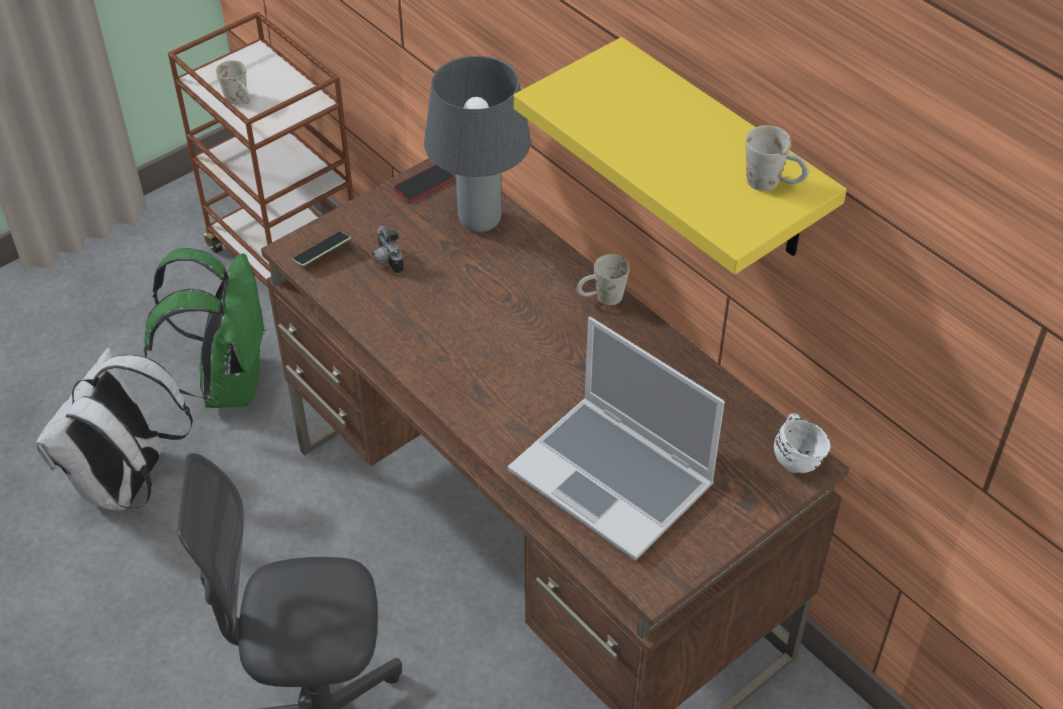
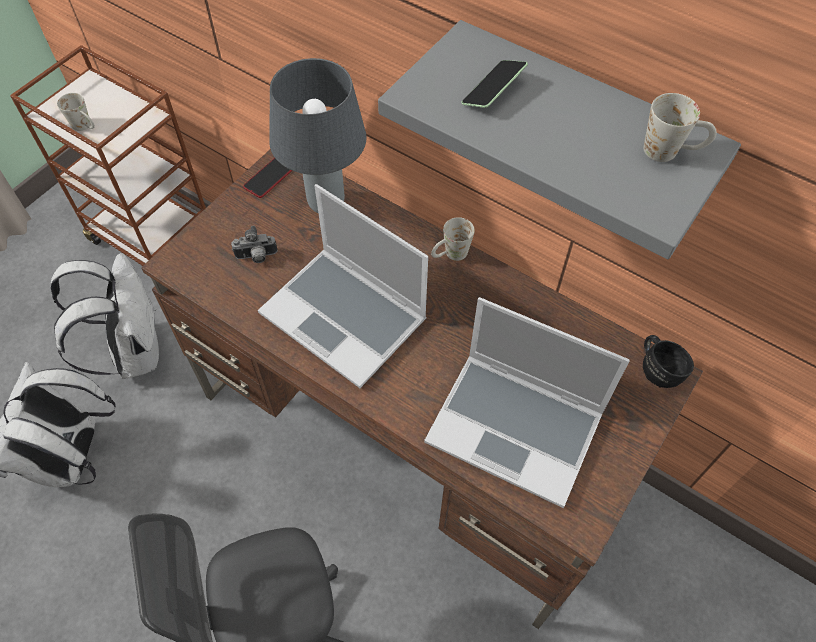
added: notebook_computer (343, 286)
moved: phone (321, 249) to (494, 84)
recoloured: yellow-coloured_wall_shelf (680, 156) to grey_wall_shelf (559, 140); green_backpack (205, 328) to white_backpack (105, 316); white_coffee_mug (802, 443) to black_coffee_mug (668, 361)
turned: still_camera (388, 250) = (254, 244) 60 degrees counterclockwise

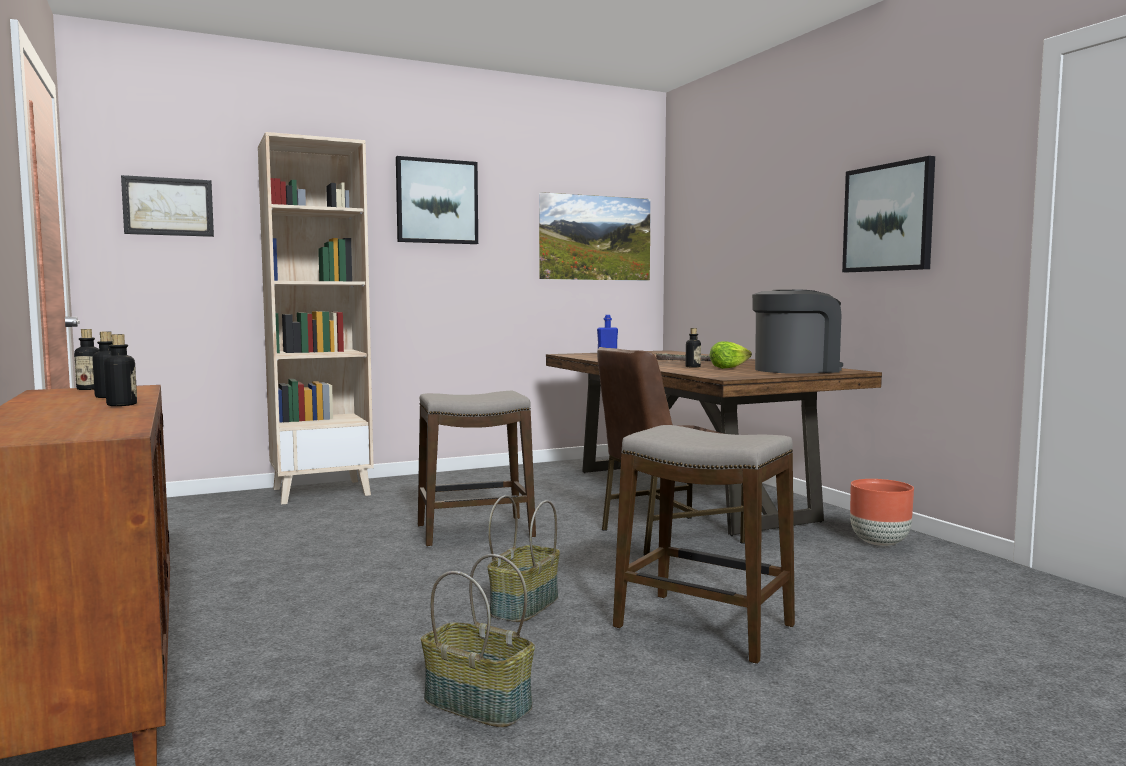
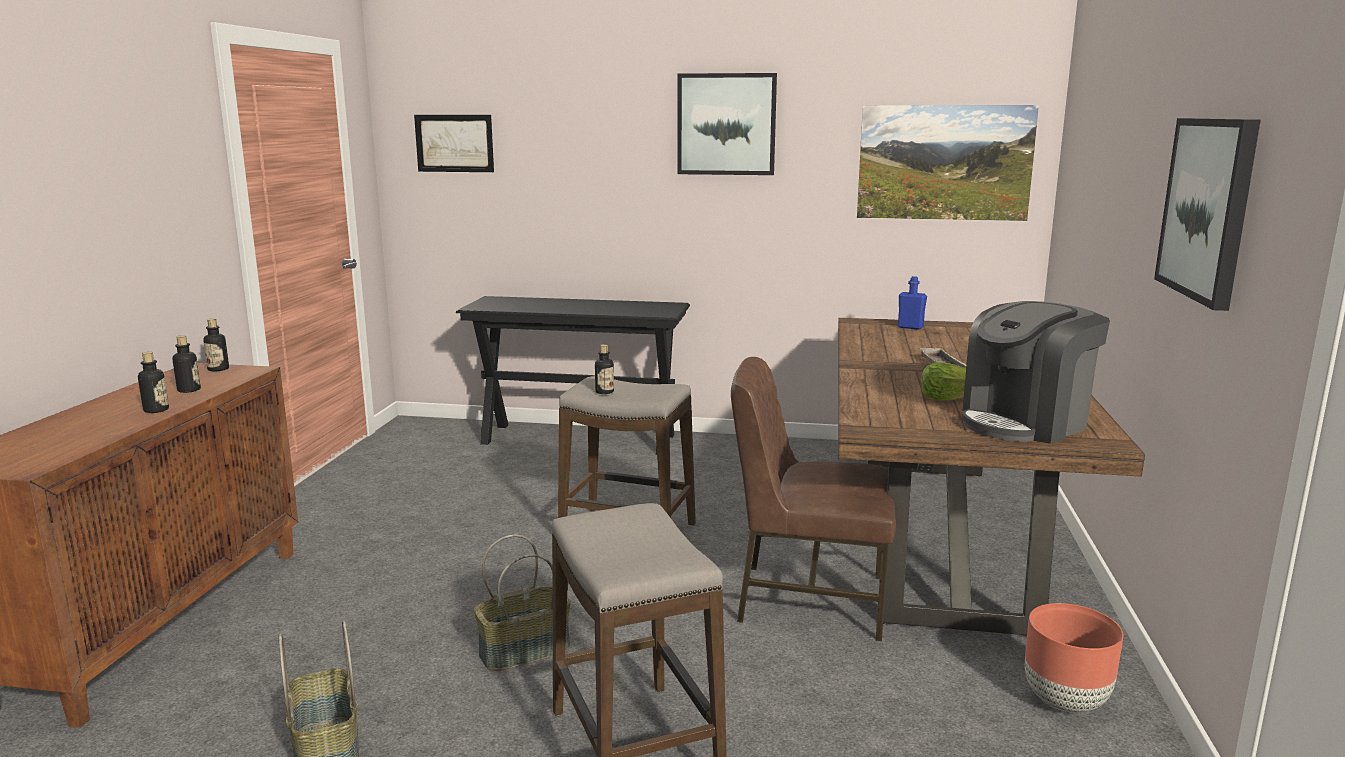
moved: beverage_bottle (693, 348) to (604, 369)
replaced: beige-coloured_bookshelf (316, 318) to black_hall_table (573, 375)
turned: coffee_brewer (797, 332) = (1036, 372) 135 degrees clockwise

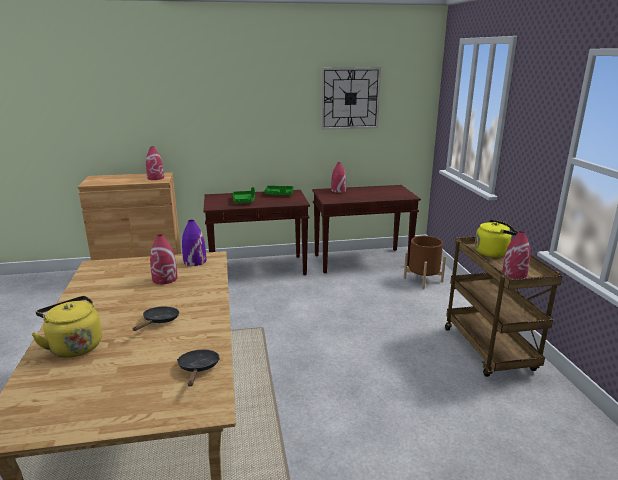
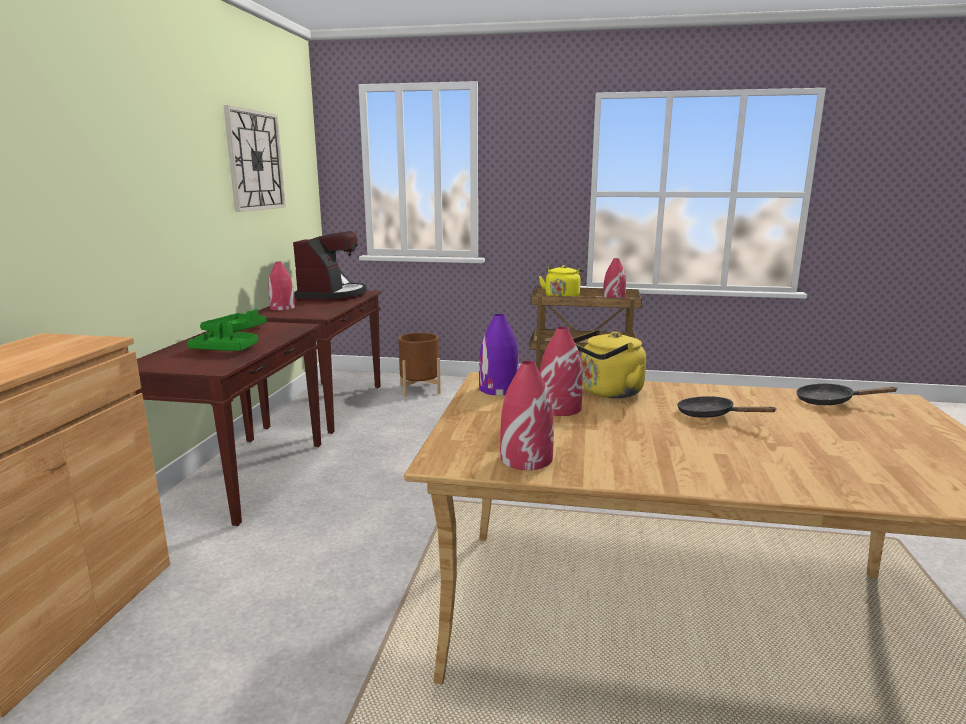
added: coffee_brewer (330, 266)
moved: red_flower_vase (155, 163) to (527, 415); yellow-coloured_water_kettle (66, 327) to (609, 364)

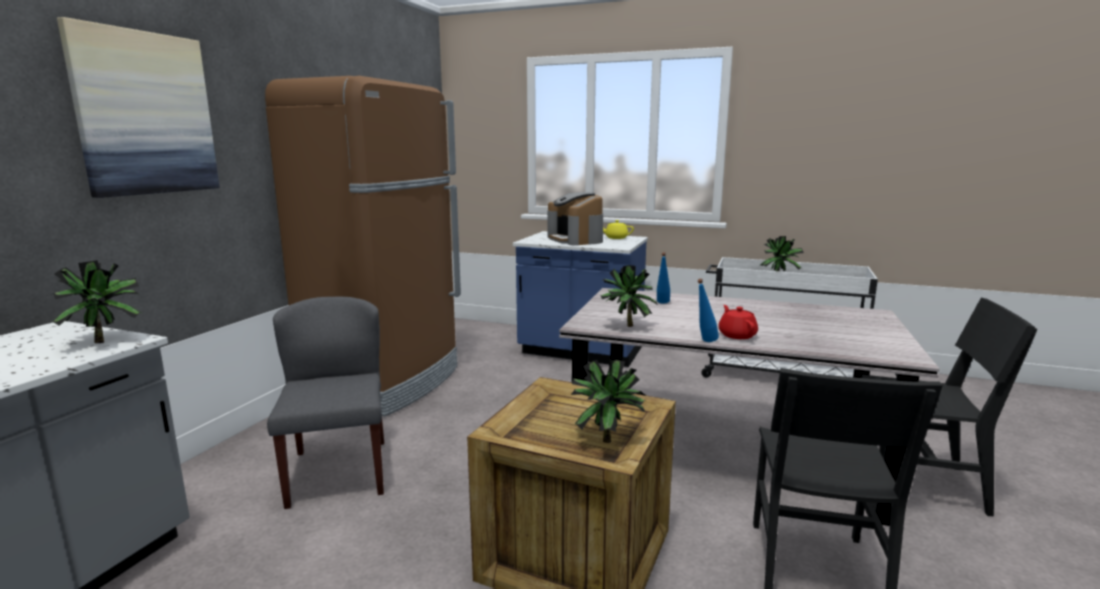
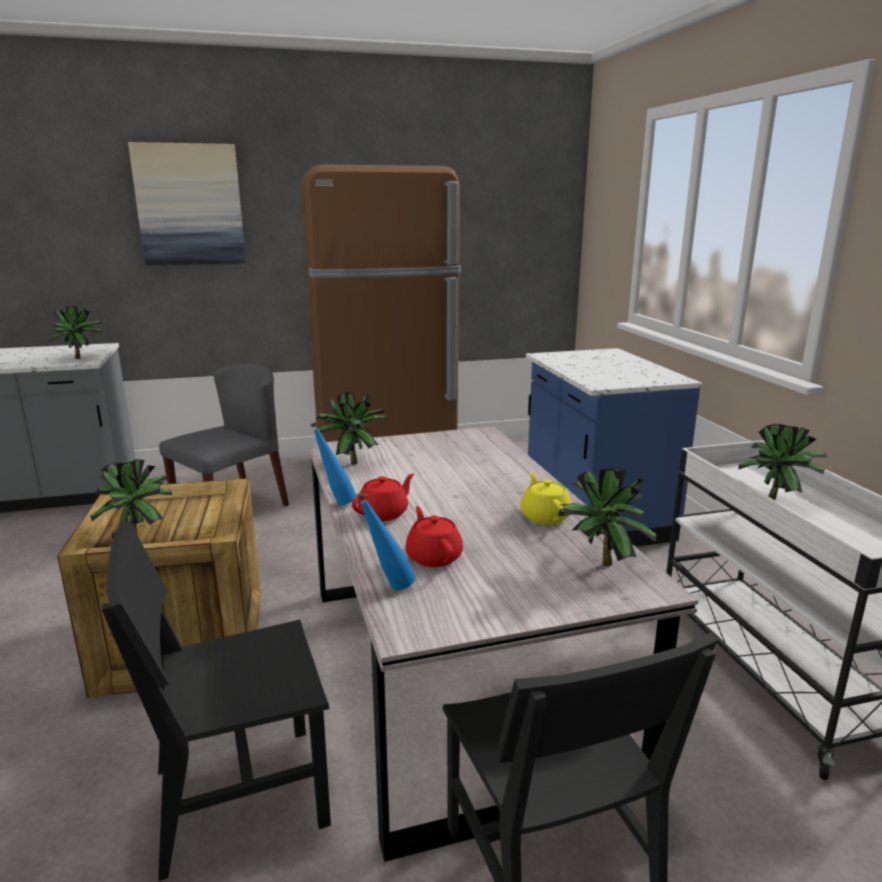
removed: coffee_brewer (575, 218)
added: plant_in_a_pot (607, 517); red_pot_for_tea (434, 536)
moved: yellow-coloured_pot_for_tea (618, 229) to (545, 498); blue_beverage_bottle (663, 278) to (386, 541)

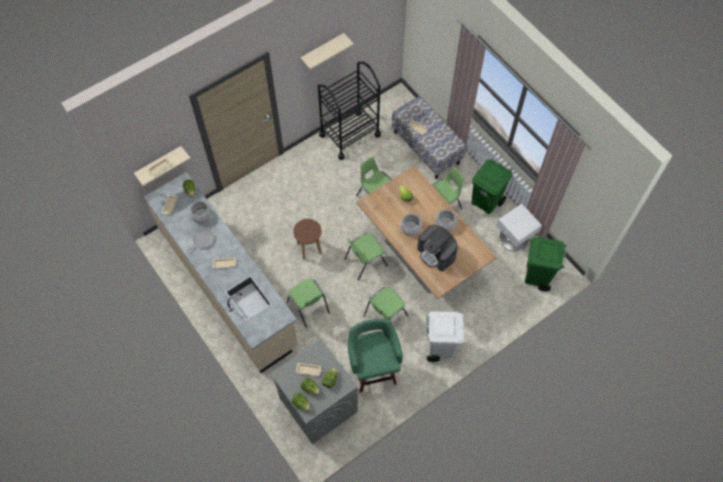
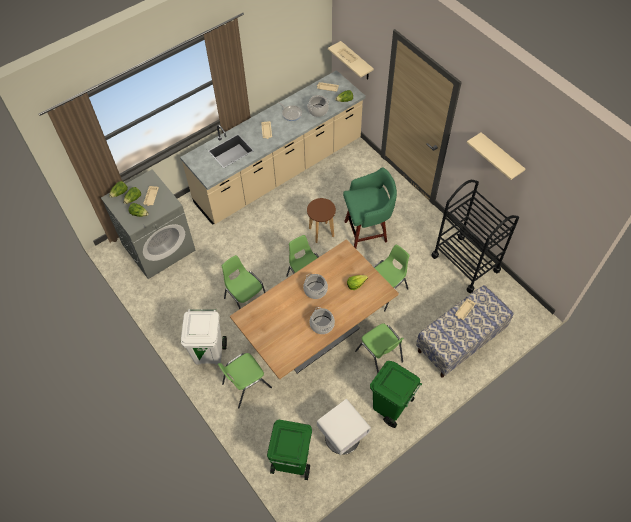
removed: coffee_brewer (437, 248)
moved: green_upright_chair (308, 303) to (245, 380); green_stool (375, 356) to (370, 207)

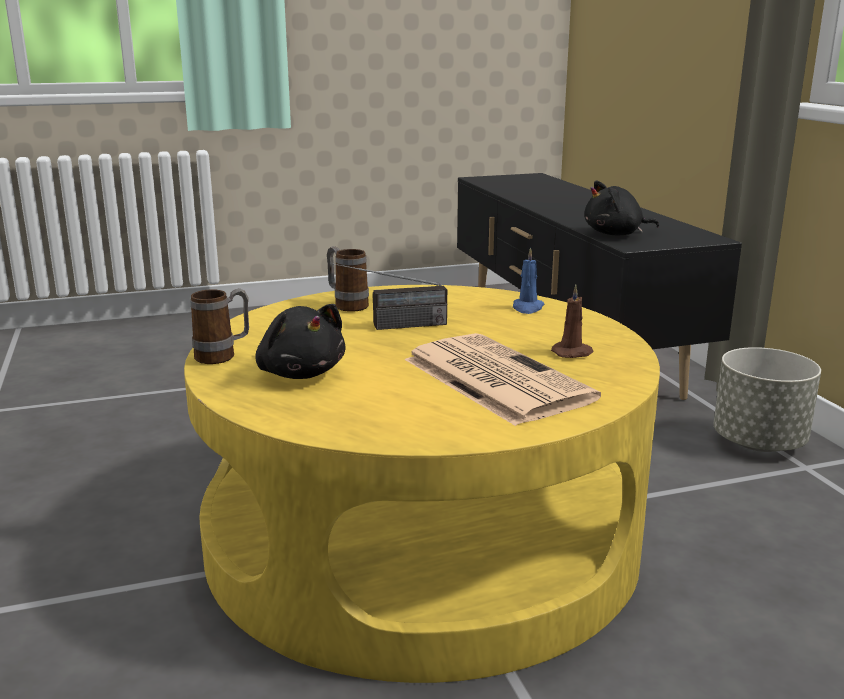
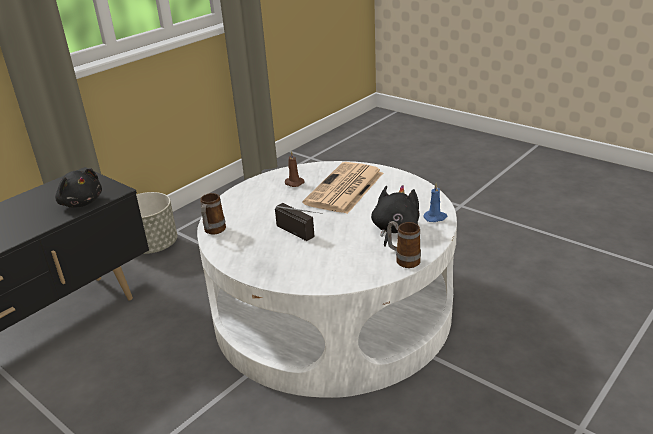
moved: coffee_mug (348, 279) to (213, 214); blue_wax_candle (528, 280) to (435, 202)
recoloured: yellow-coloured_low_table (422, 484) to white_low_table (327, 279)

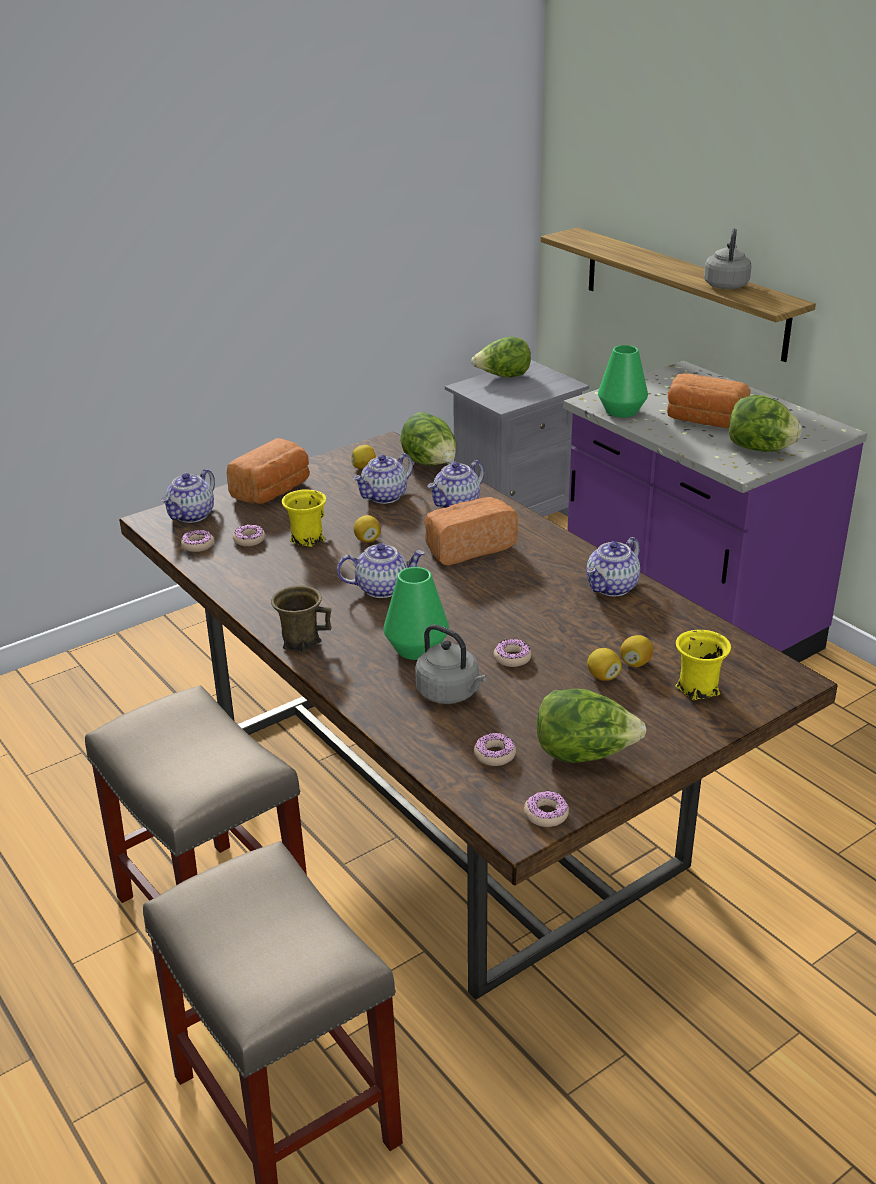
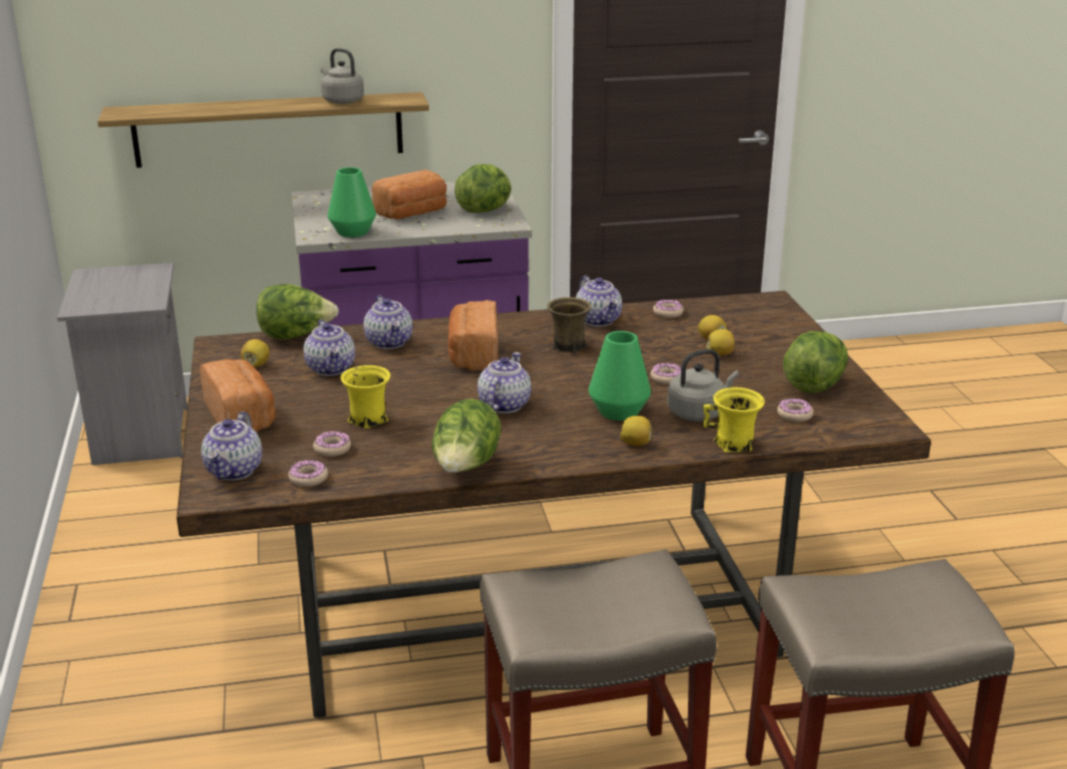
moved: lettuce_head (501, 357) to (466, 435); whole_lemon (367, 529) to (636, 431); brownish_coffee_mug (301, 618) to (569, 325); yellow-coloured_coffee_mug (703, 665) to (734, 420); doughnut (546, 809) to (668, 308)
turned: pot_for_tea (188, 496) = (231, 445) 45 degrees clockwise

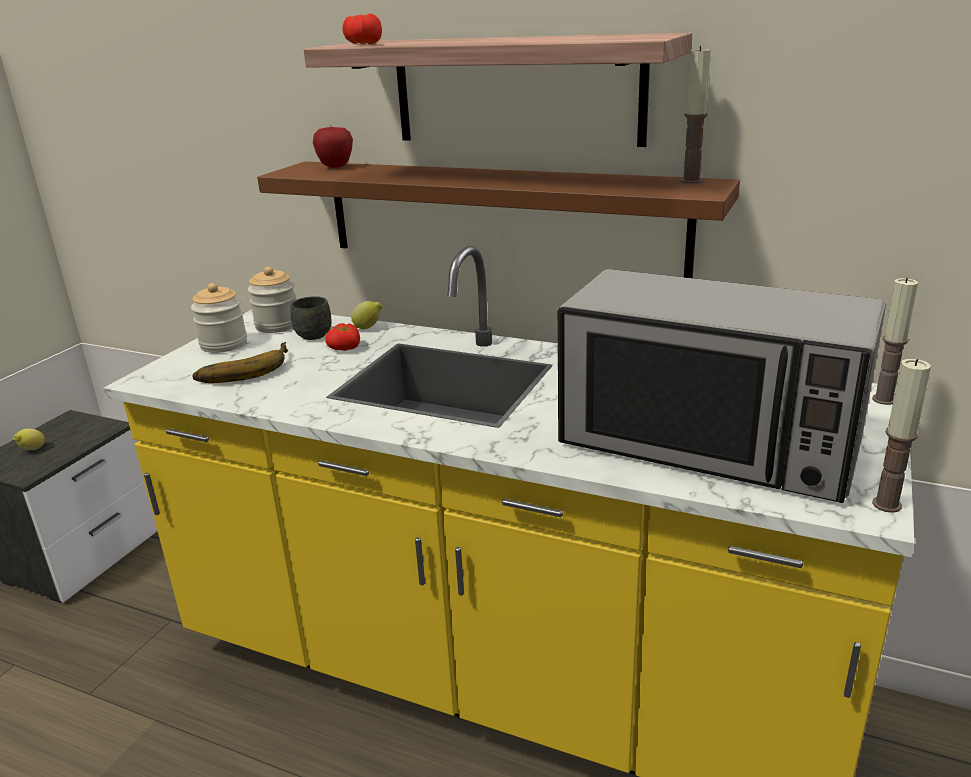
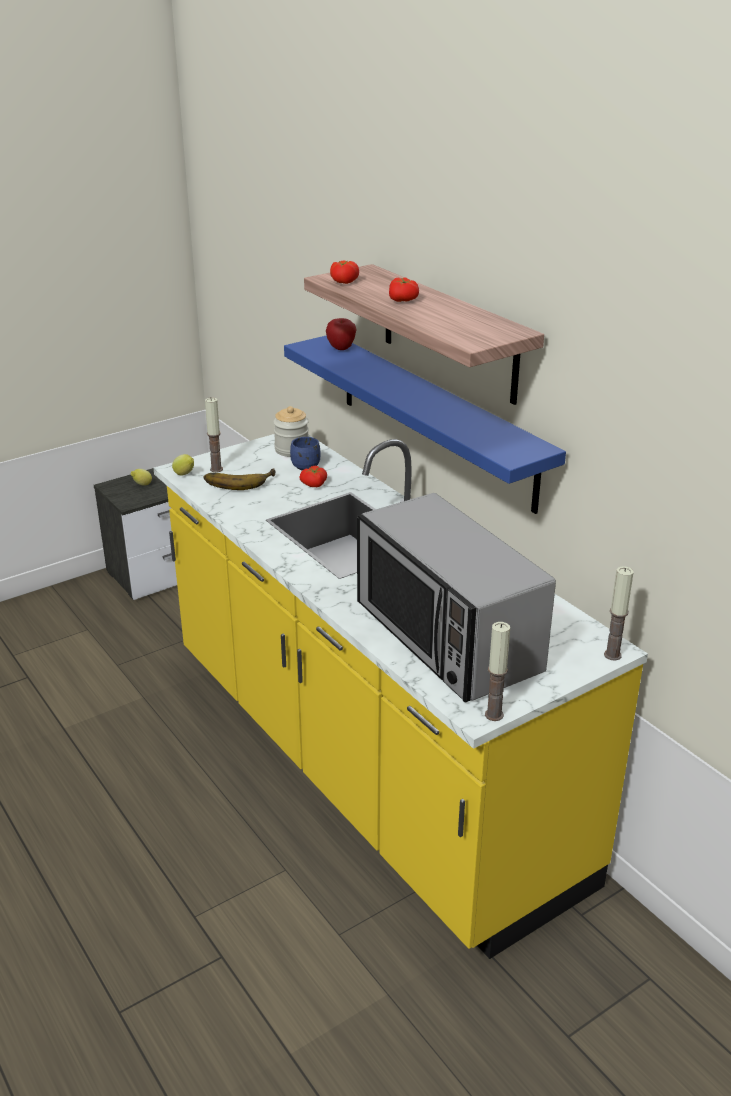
removed: storage_jar (219, 318)
added: tomato (404, 289)
moved: wax_candle (696, 114) to (214, 434); whole_lemon (366, 315) to (183, 465)
recoloured: brownish_wall_shelf (498, 220) to blue_wall_shelf (425, 424); grey_coffee_mug (311, 318) to blue_coffee_mug (305, 454)

